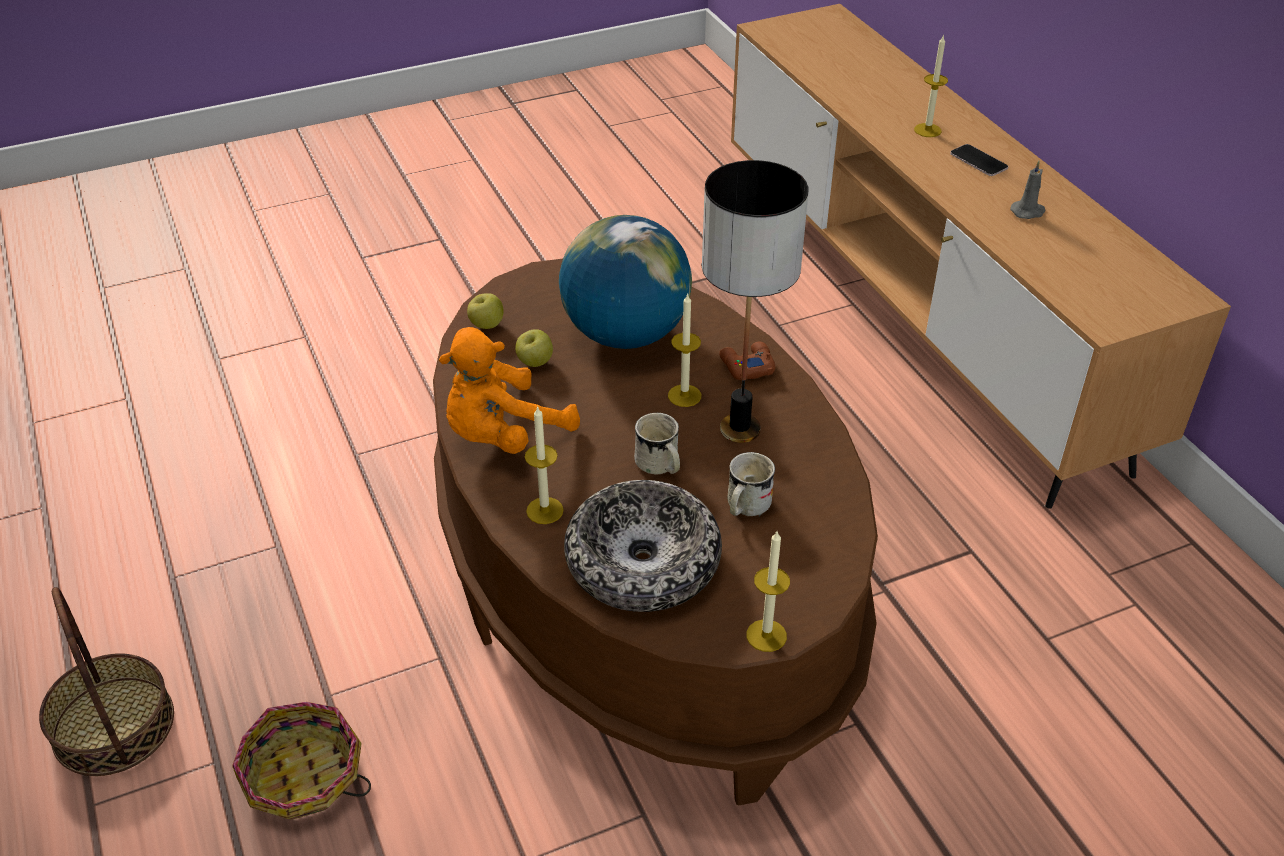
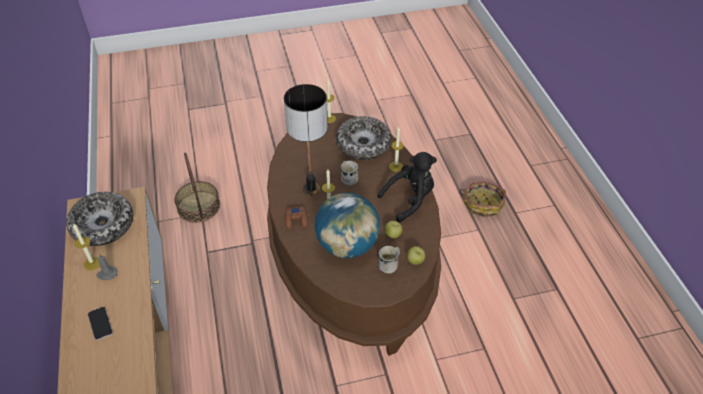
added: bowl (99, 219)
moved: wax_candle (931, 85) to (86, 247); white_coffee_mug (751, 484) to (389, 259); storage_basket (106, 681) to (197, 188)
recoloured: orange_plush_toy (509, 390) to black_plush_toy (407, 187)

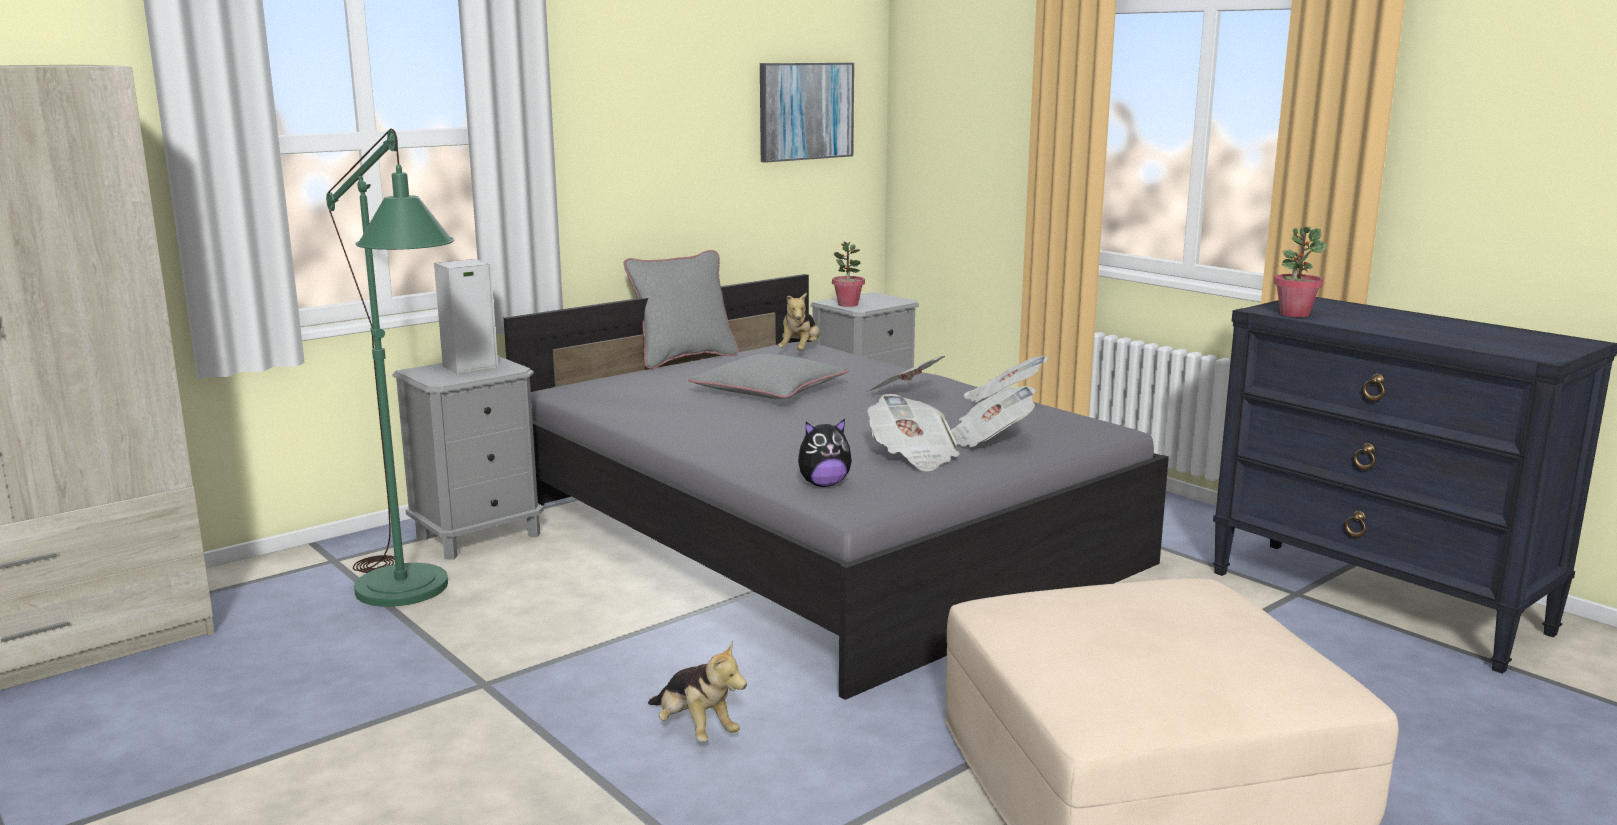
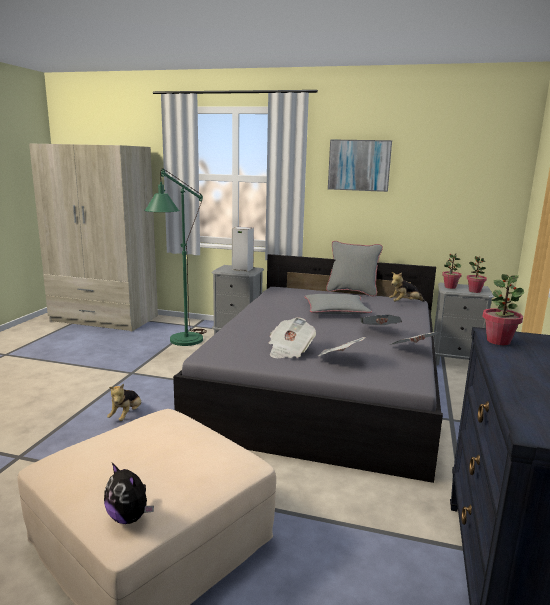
added: plant_in_a_pot (477, 274)
moved: wall_art (807, 113) to (360, 165); plush_toy (825, 453) to (129, 493)

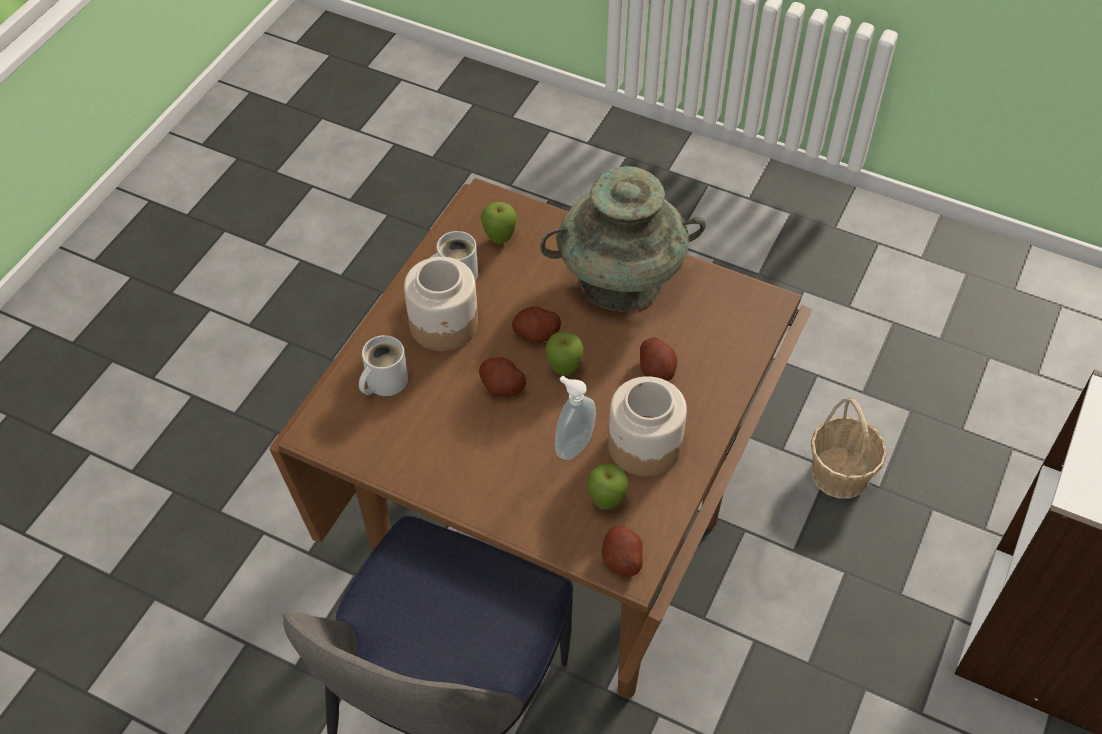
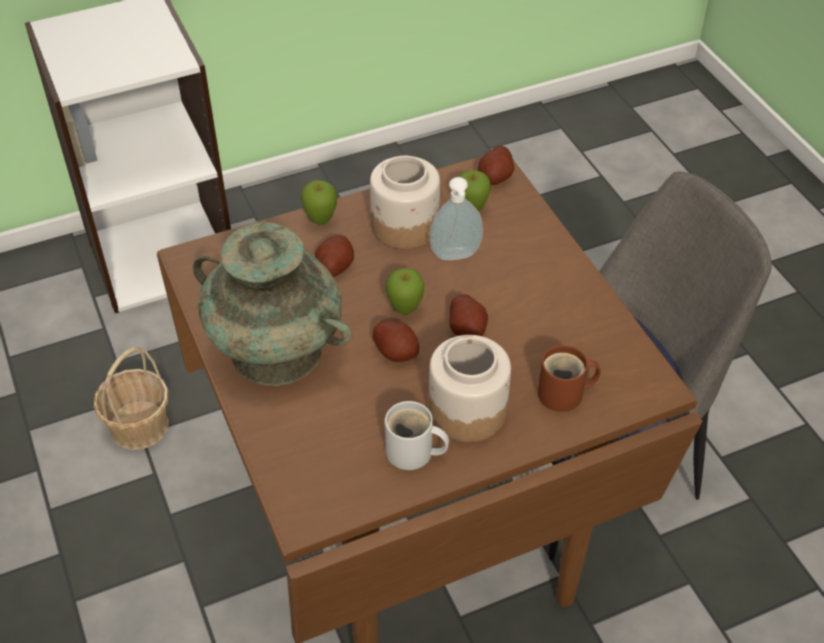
moved: whole_apple (499, 223) to (319, 202)
recoloured: white_coffee_mug (383, 365) to brownish_coffee_mug (569, 378)

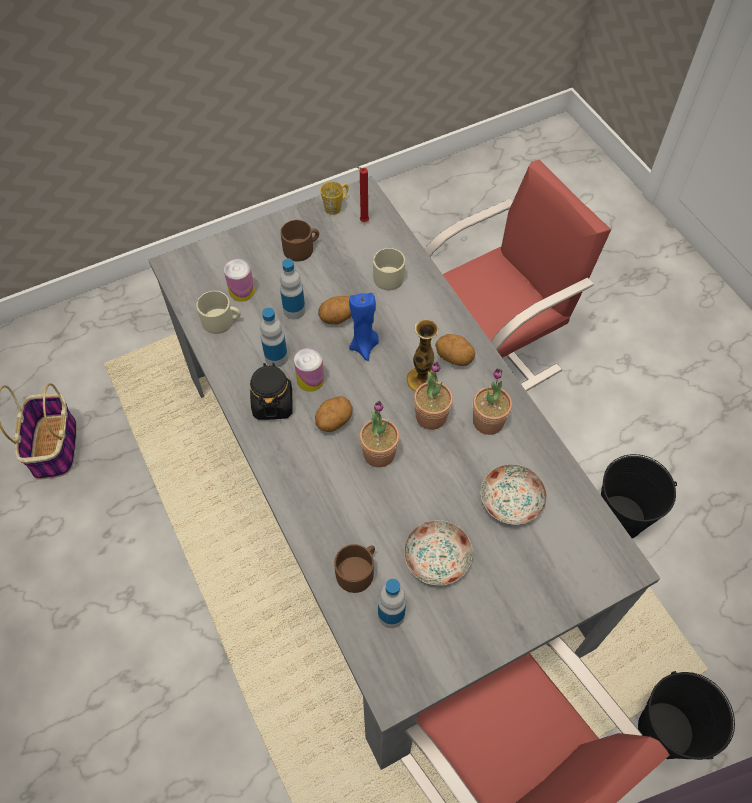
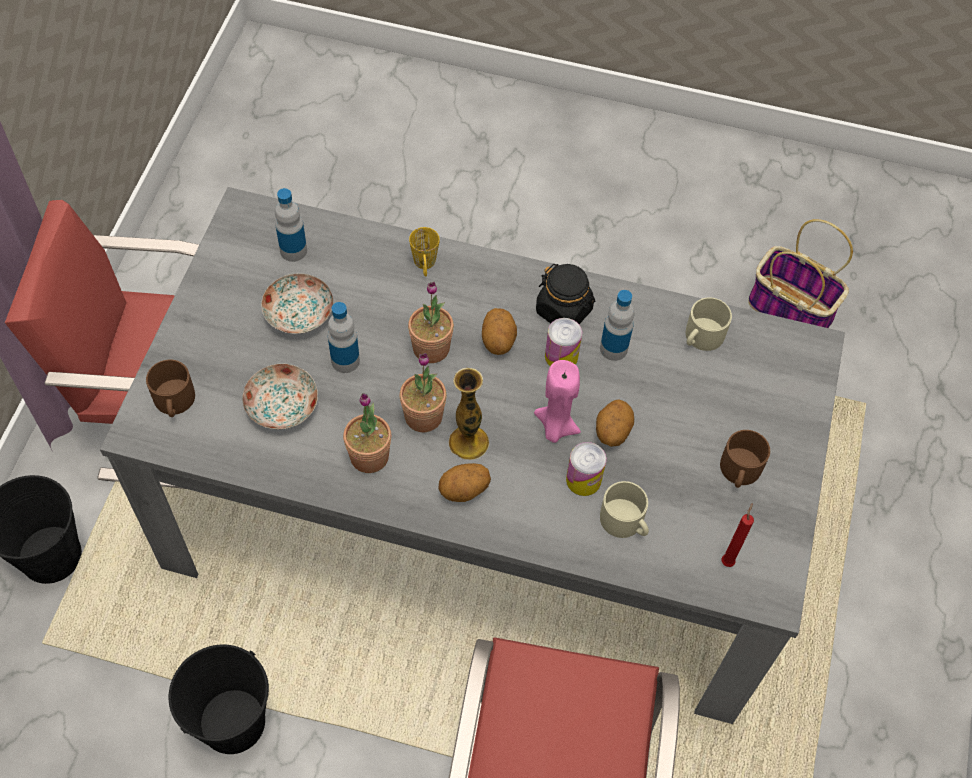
moved: yellow-coloured_coffee_mug (334, 198) to (424, 252); sealed_can (239, 280) to (586, 469); beverage_bottle (292, 289) to (344, 337); brownish_coffee_mug (354, 568) to (170, 388)
recoloured: blue_wax_candle (364, 327) to pinkish_wax_candle (557, 401)

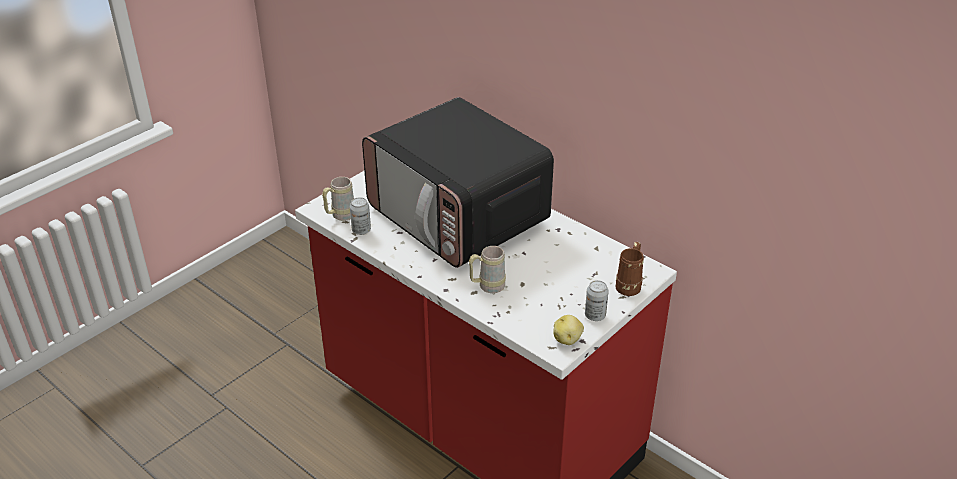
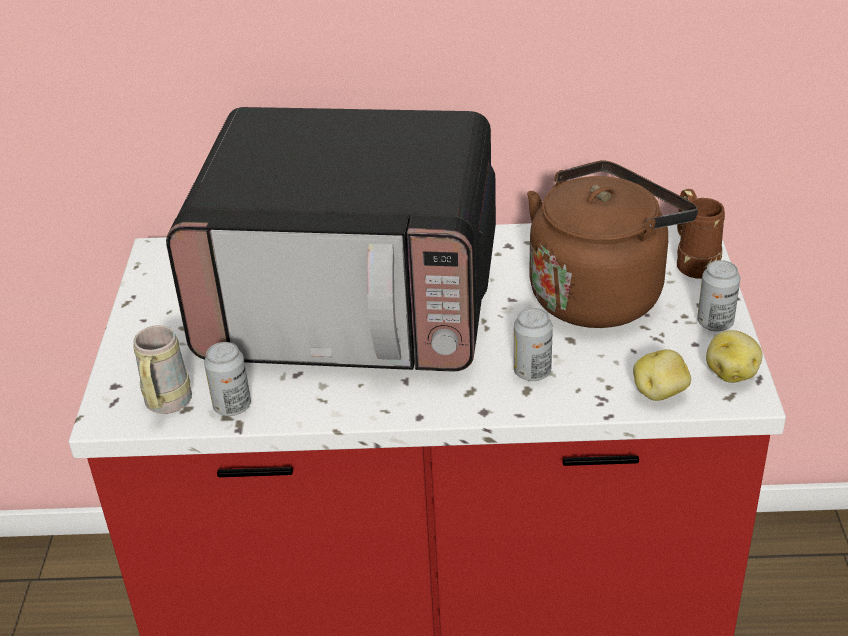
added: brownish_water_kettle (612, 244); whole_potato (662, 375)
replaced: beige-coloured_coffee_mug (487, 269) to sealed_can (533, 344)

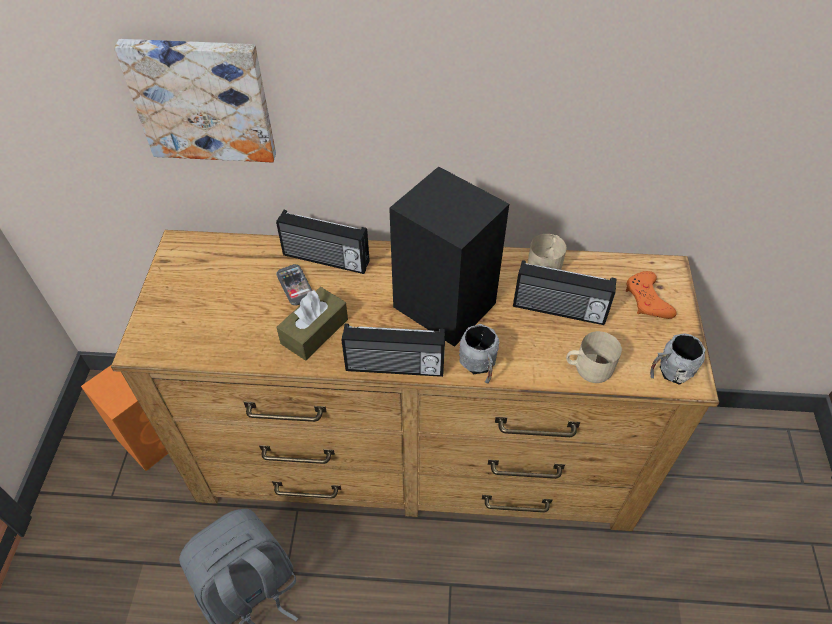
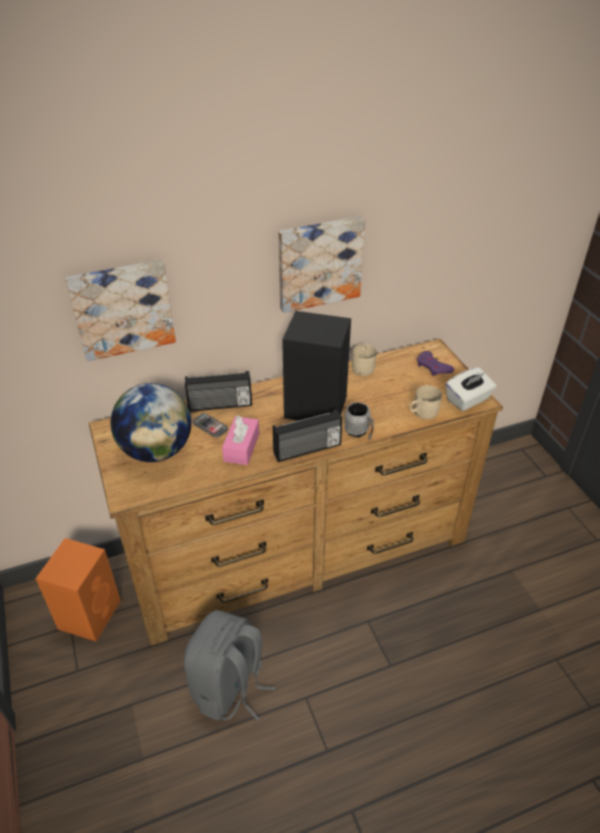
removed: radio_receiver (565, 292)
added: wall_art (321, 264); globe (151, 422)
replaced: grey_coffee_mug (678, 359) to white_tissue_holder (471, 389)
recoloured: orange_game_controller (651, 295) to purple_game_controller (435, 363); brownish_tissue_holder (312, 324) to pinkish_tissue_holder (240, 440)

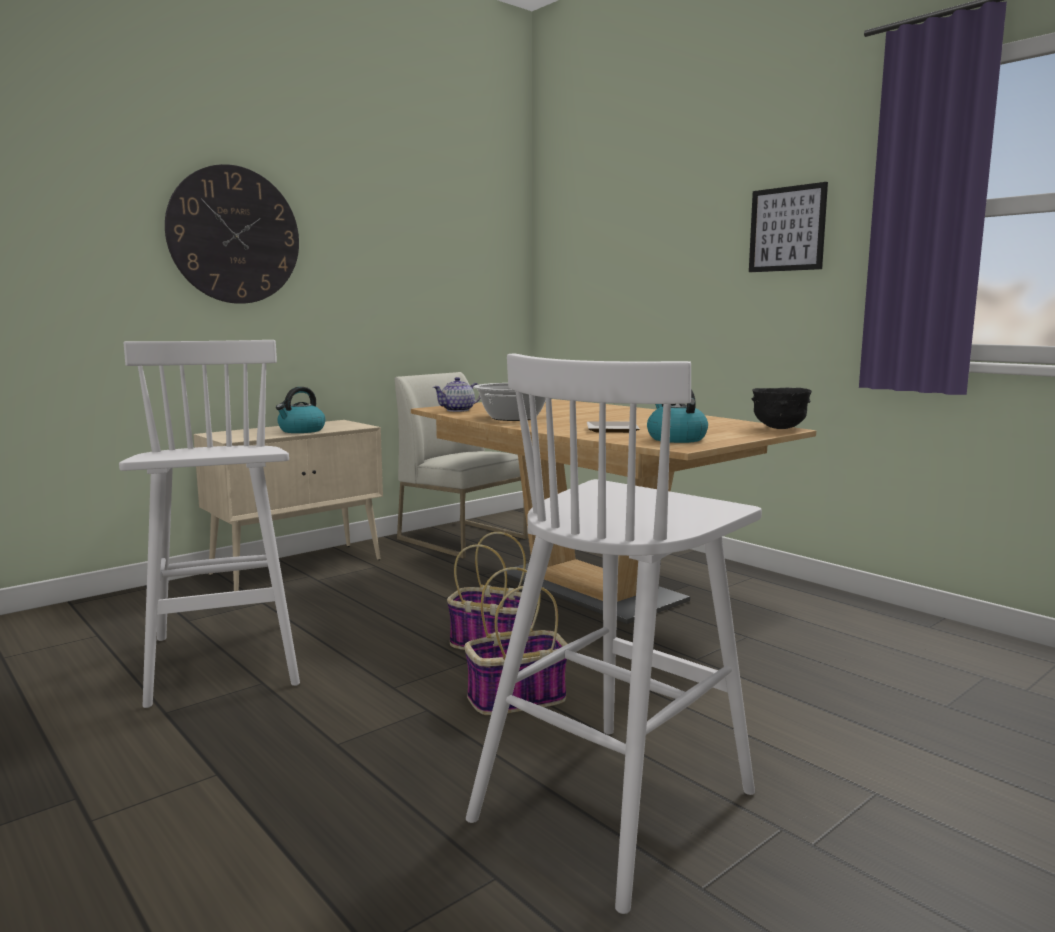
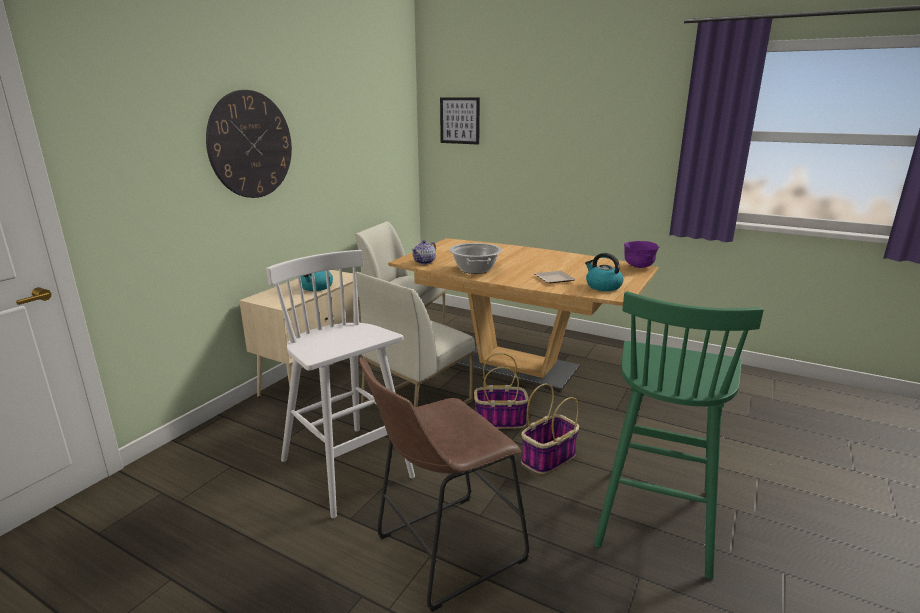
added: white_upright_chair (415, 340); brownish_stool (444, 484)
moved: wall_art (788, 227) to (460, 121)
recoloured: white_stool (614, 633) to green_stool (678, 435); black_bowl (781, 408) to purple_bowl (642, 254)

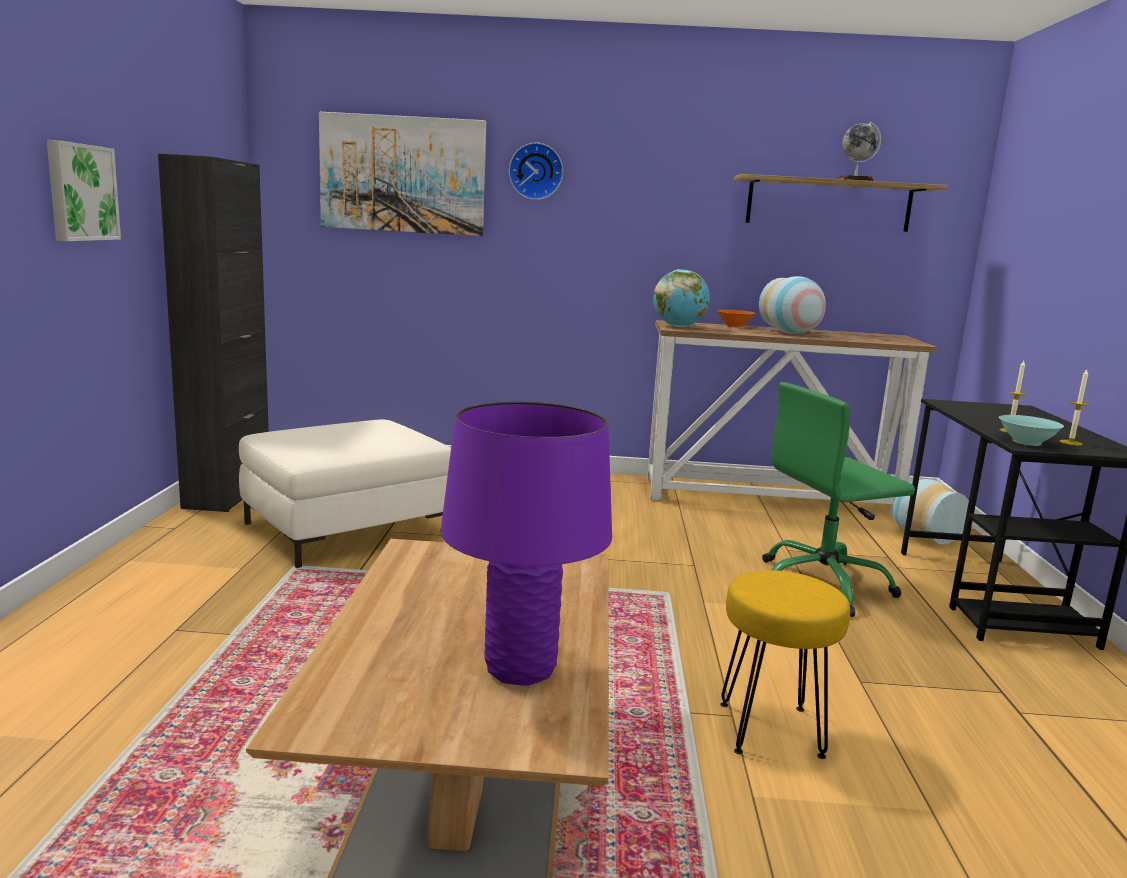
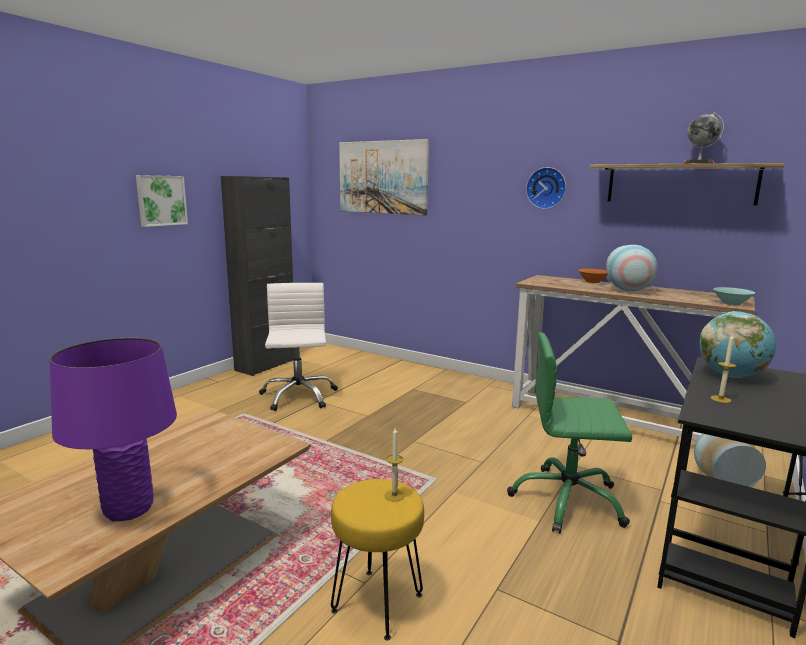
moved: hanging_clock (536, 171) to (546, 188); globe (681, 298) to (737, 344); wax_candle (1075, 407) to (394, 465); blue-green_bowl (1031, 430) to (734, 296)
replaced: white_footrest (345, 493) to white_desk_chair (298, 347)

